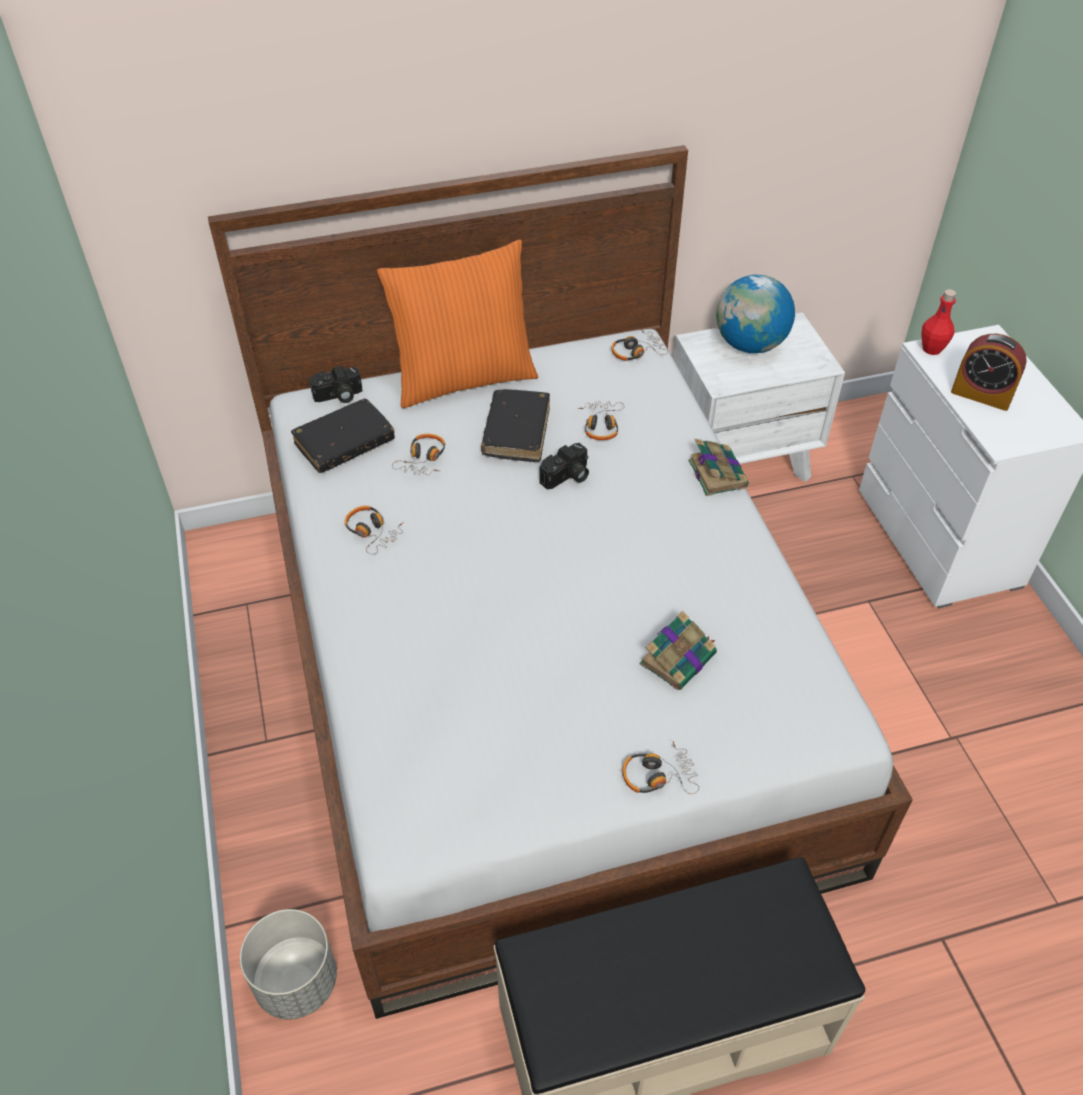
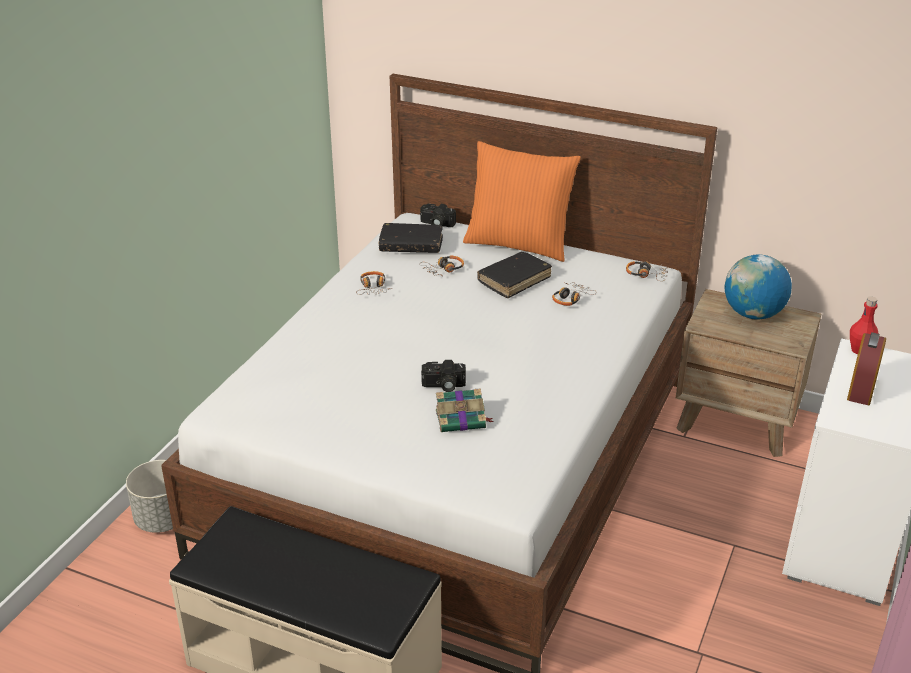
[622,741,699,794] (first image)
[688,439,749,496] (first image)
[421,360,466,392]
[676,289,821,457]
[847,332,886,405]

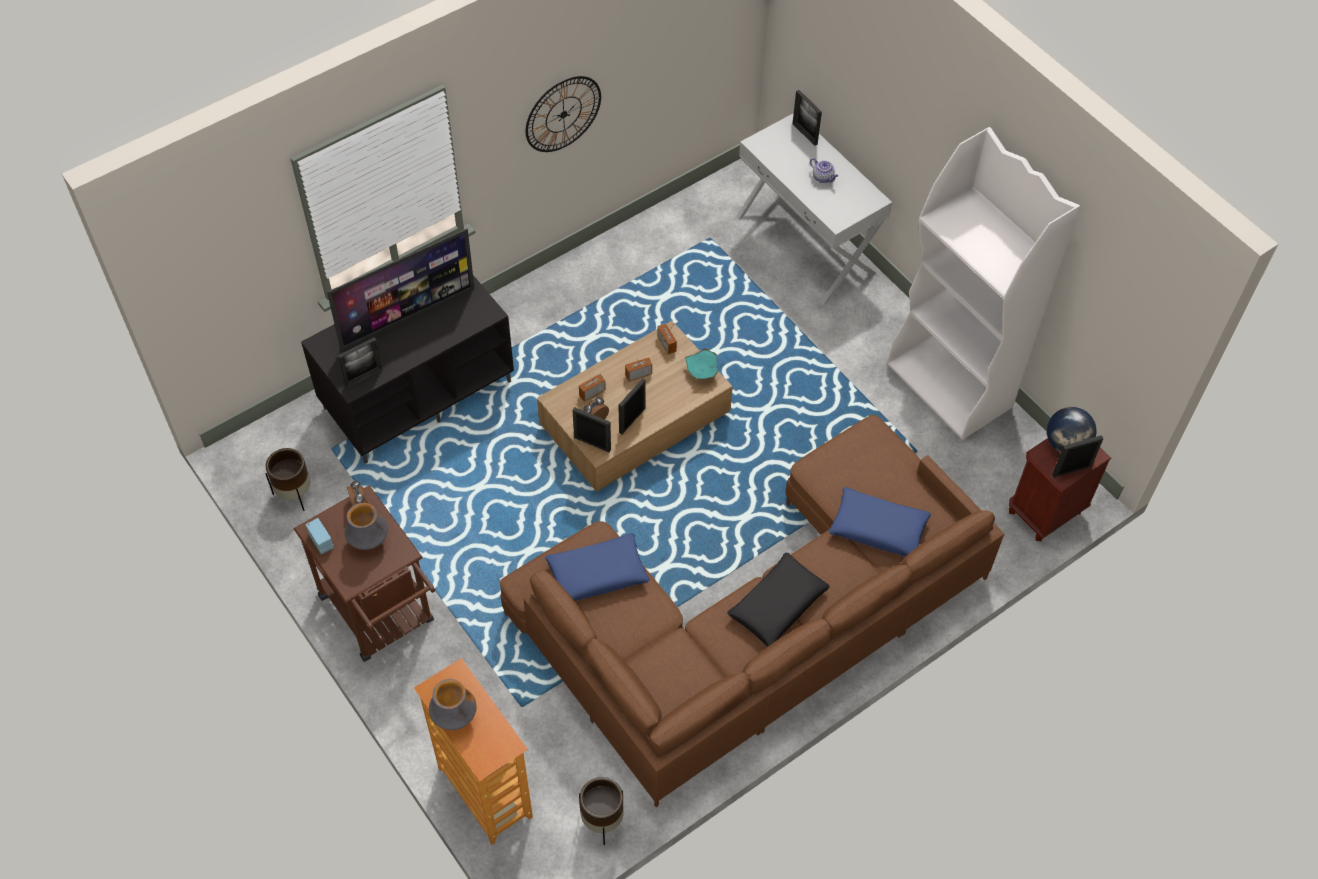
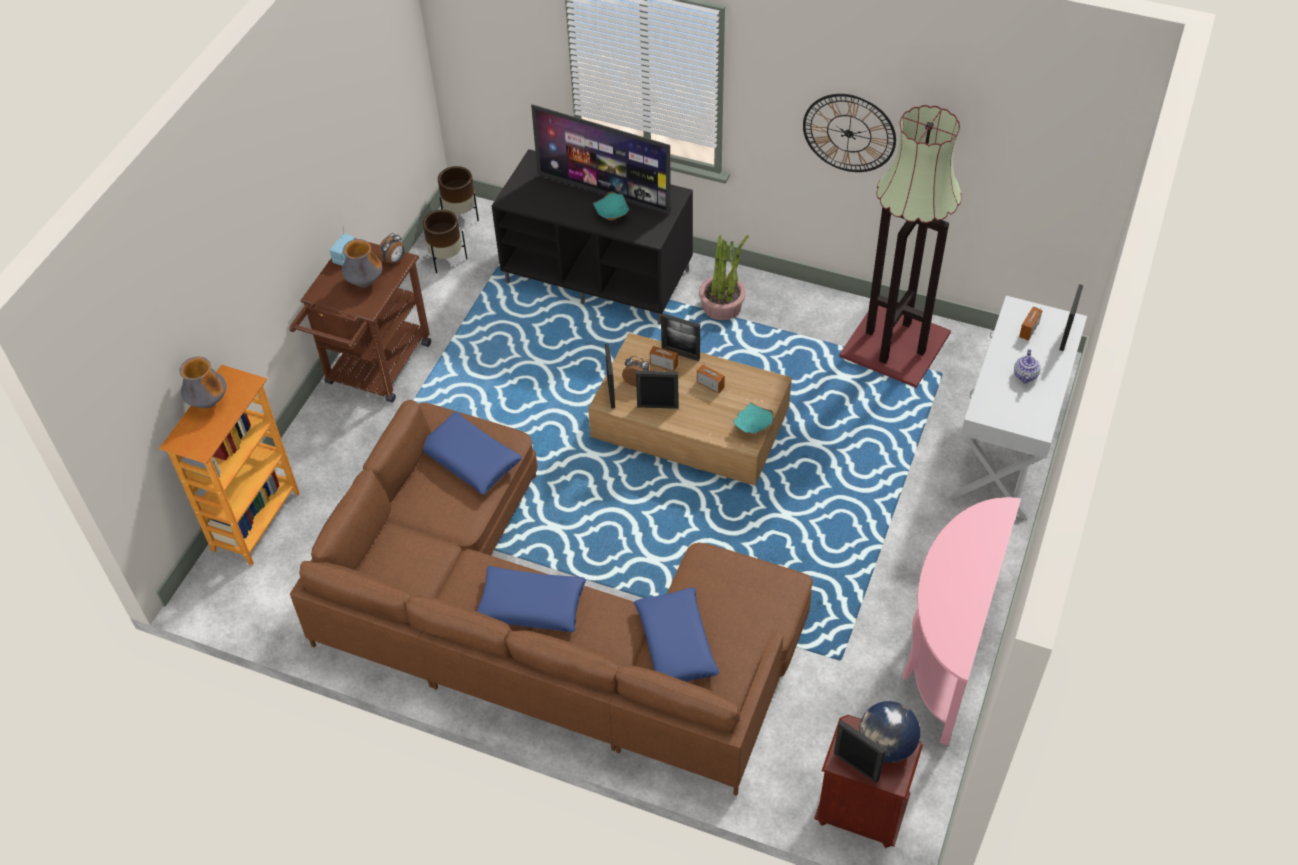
[593,192,629,220]
[699,234,749,320]
[839,105,962,388]
[661,313,700,361]
[438,166,479,221]
[1019,306,1043,341]
[903,497,1021,745]
[477,566,586,633]

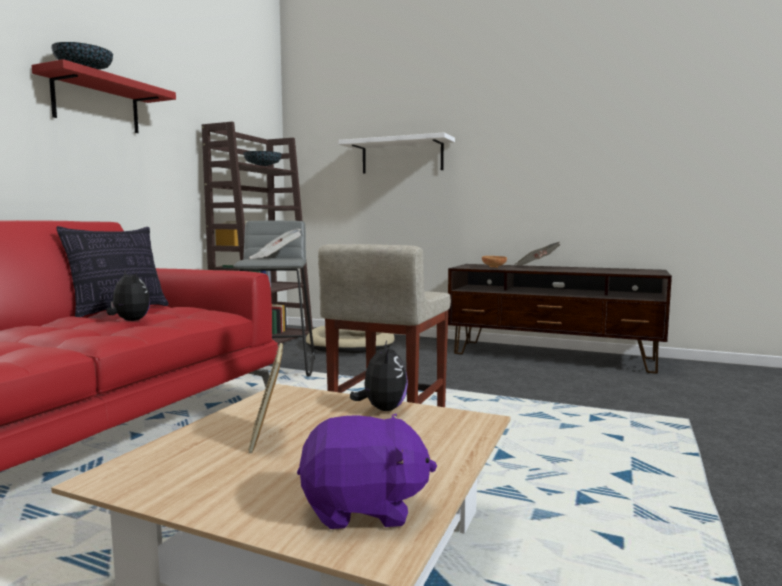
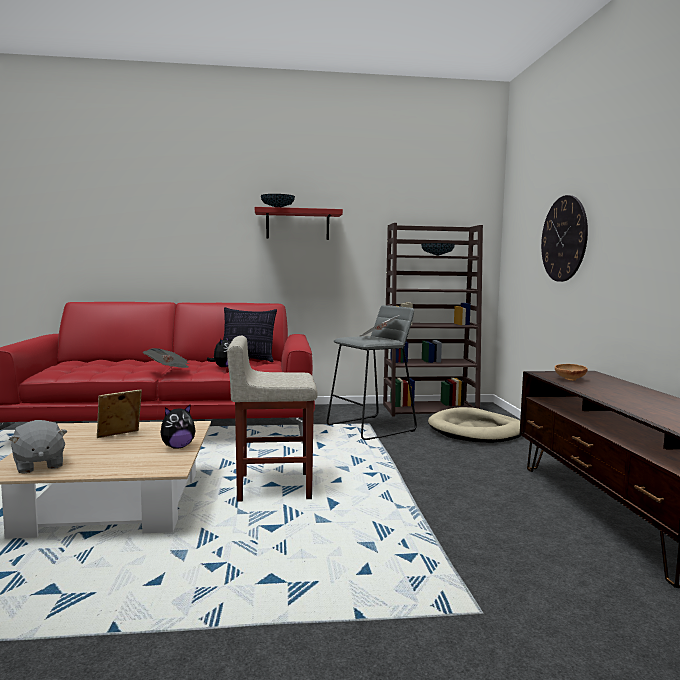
[143,348,189,368]
[541,195,588,282]
[9,420,68,473]

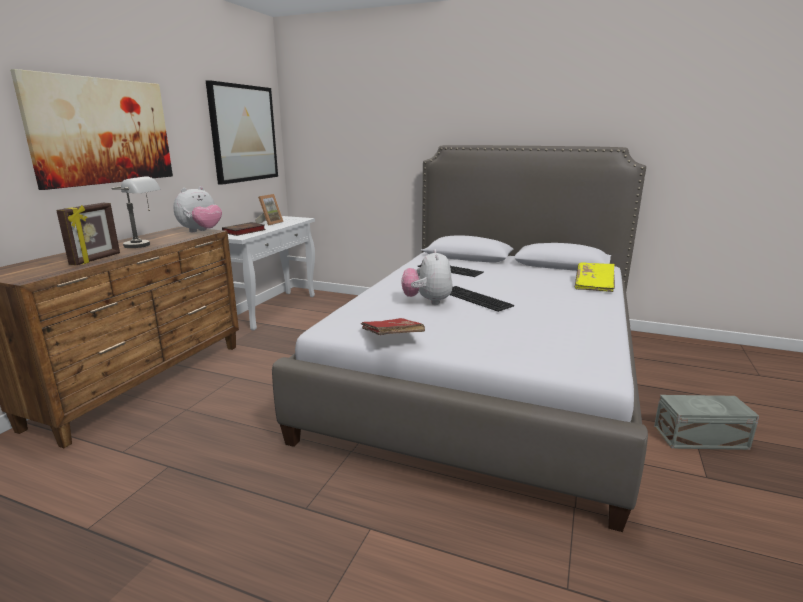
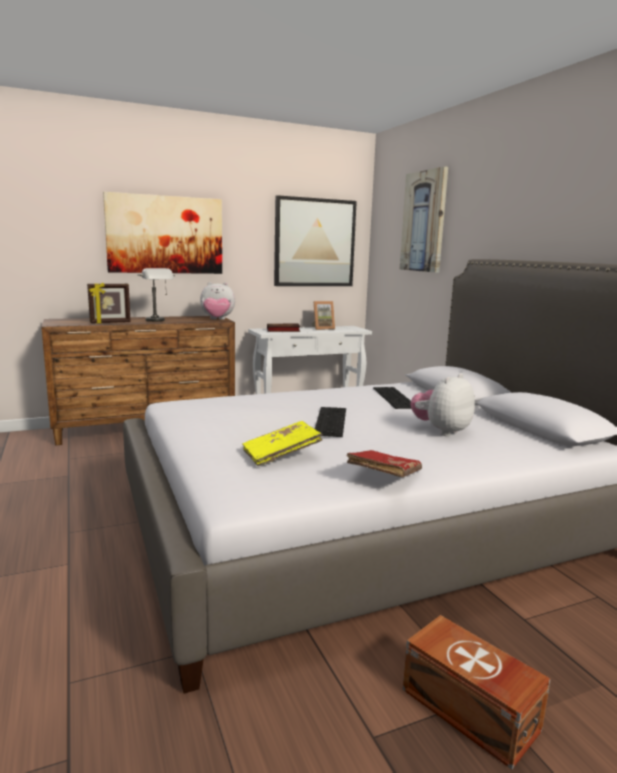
[400,166,448,273]
[347,450,422,477]
[411,373,475,436]
[242,421,323,466]
[403,615,551,769]

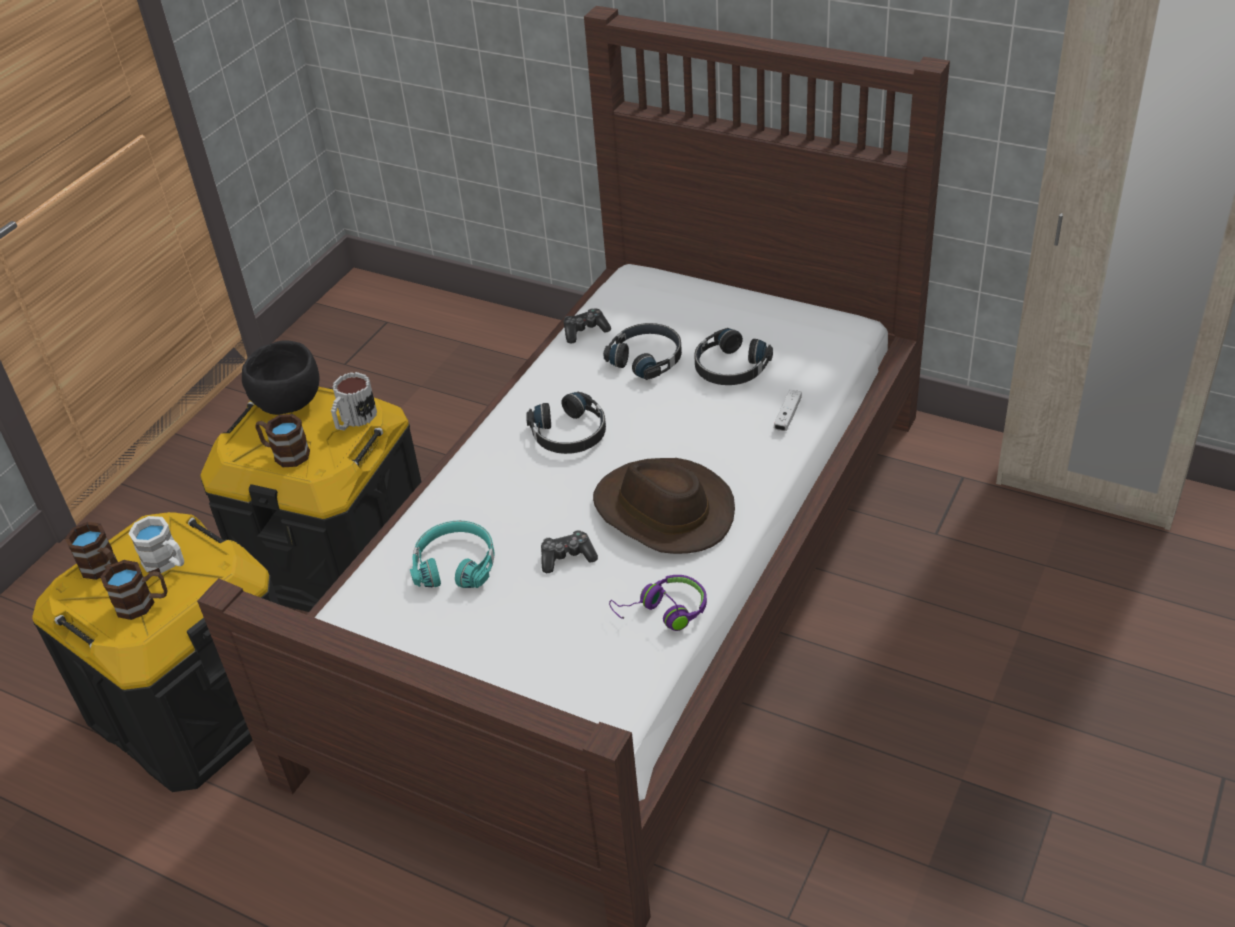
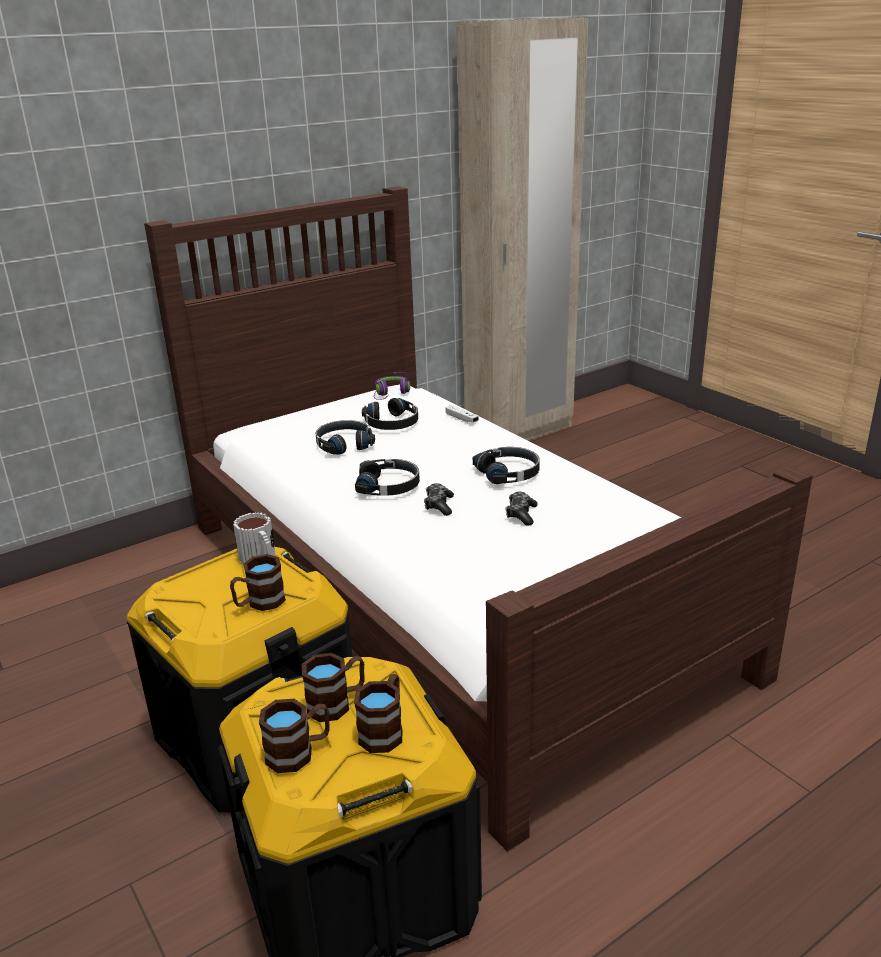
[242,340,319,415] (first image)
[410,520,495,588] (first image)
[424,483,454,516]
[374,372,410,400]
[473,447,540,484]
[302,653,364,722]

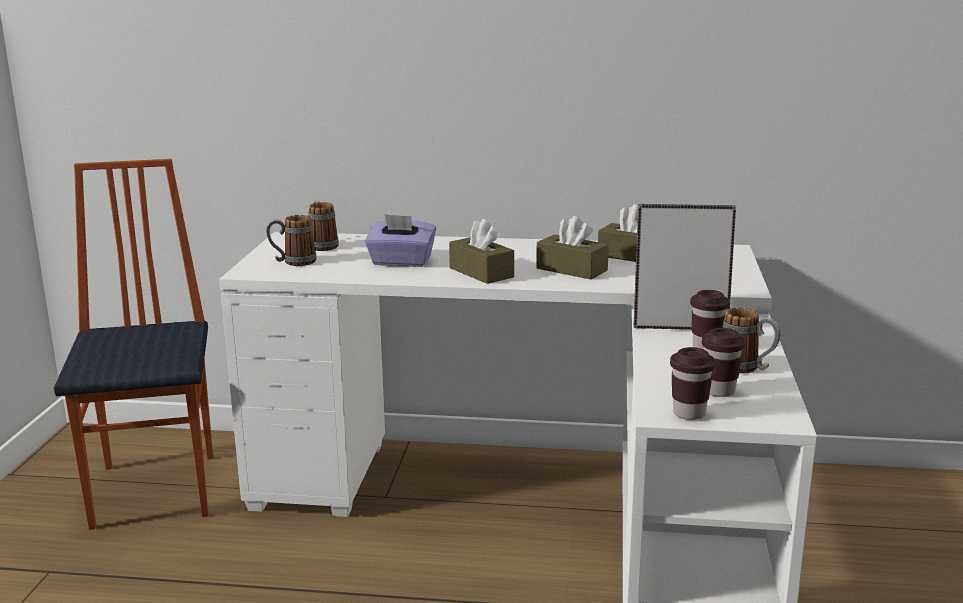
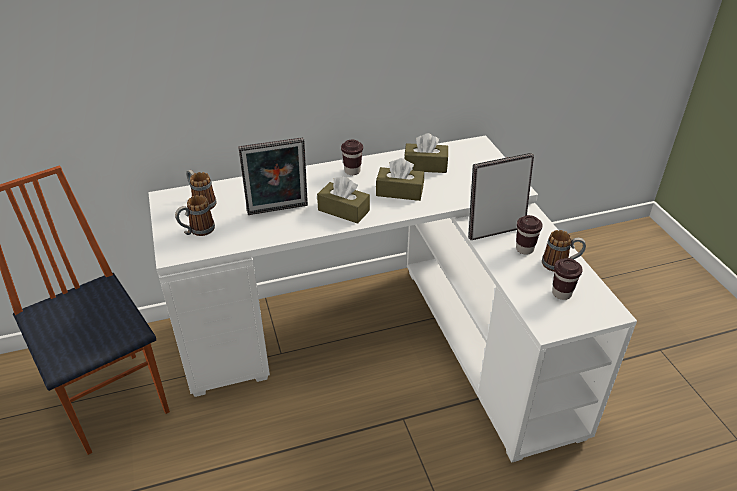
[341,140,363,175]
[238,137,308,215]

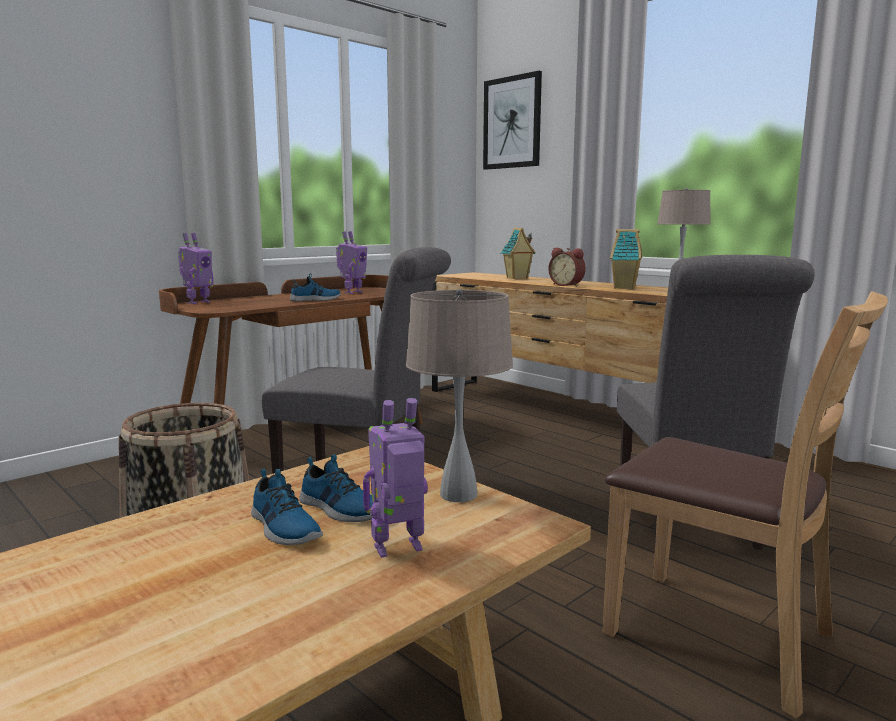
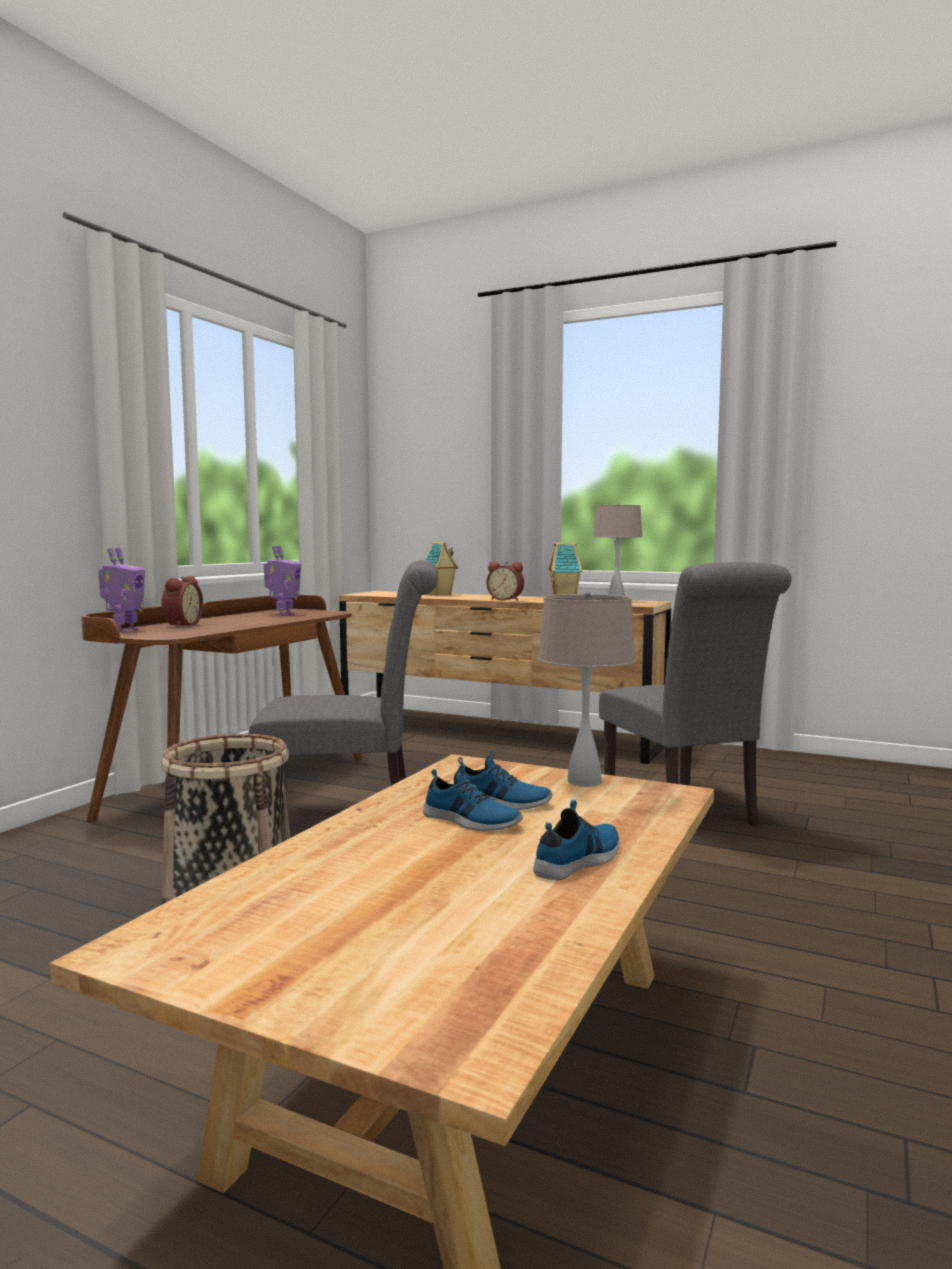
[363,398,428,558] (first image)
[483,71,542,170] (first image)
[603,291,888,719] (first image)
[161,576,203,627]
[533,800,620,880]

